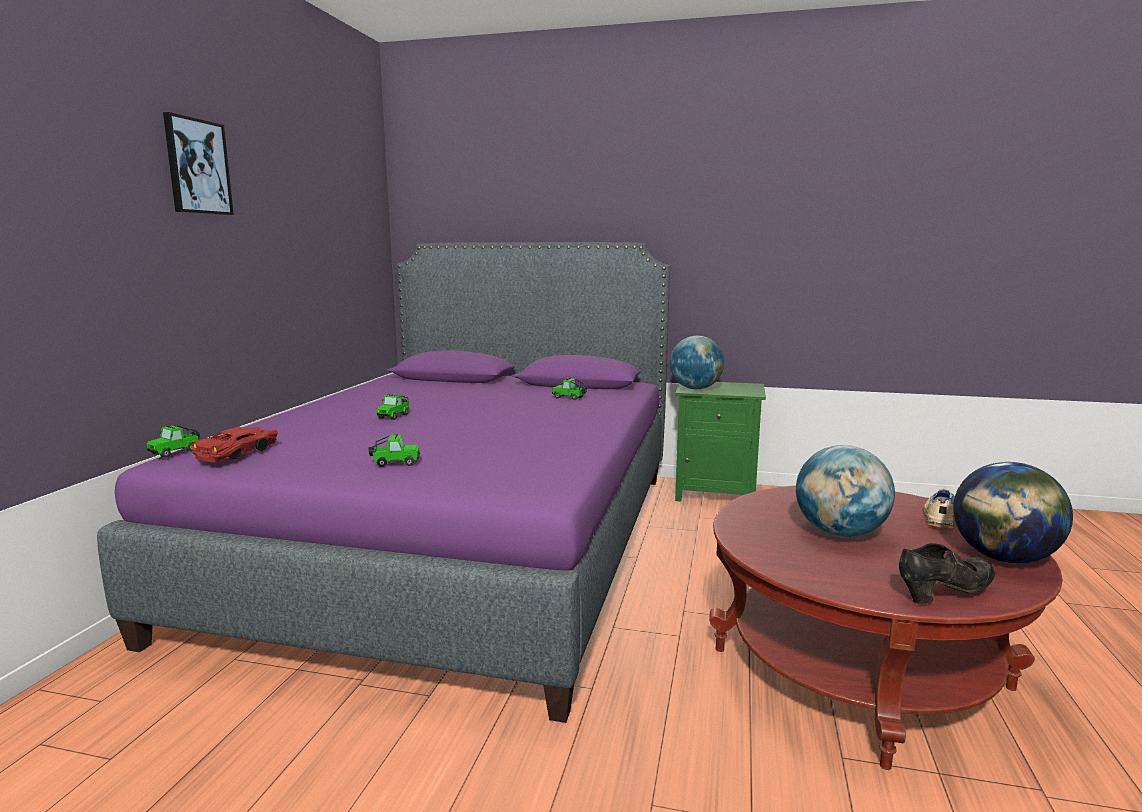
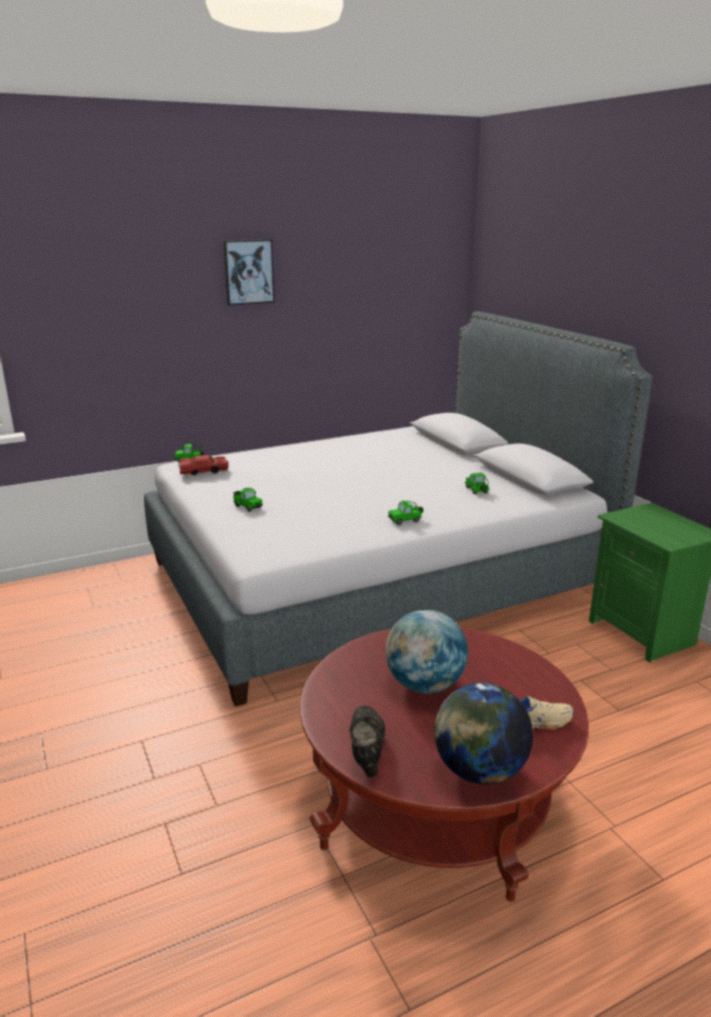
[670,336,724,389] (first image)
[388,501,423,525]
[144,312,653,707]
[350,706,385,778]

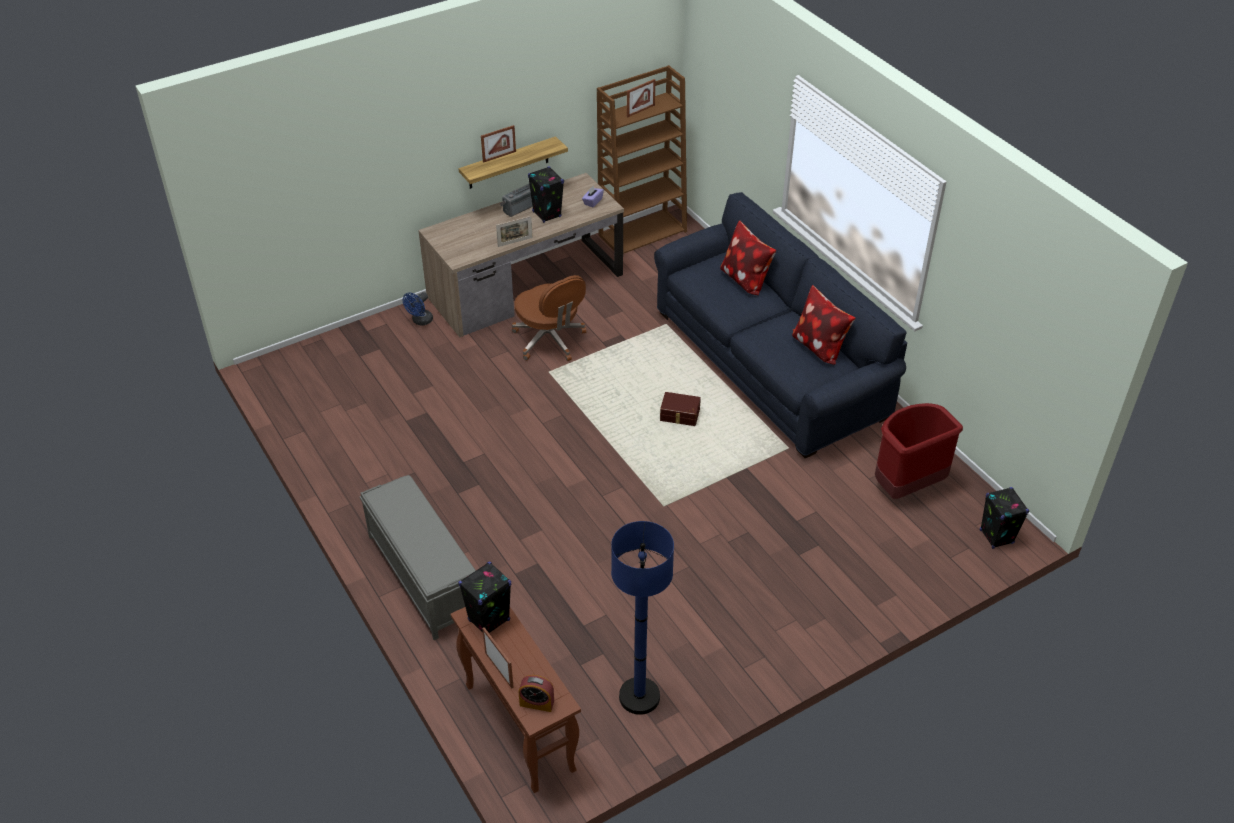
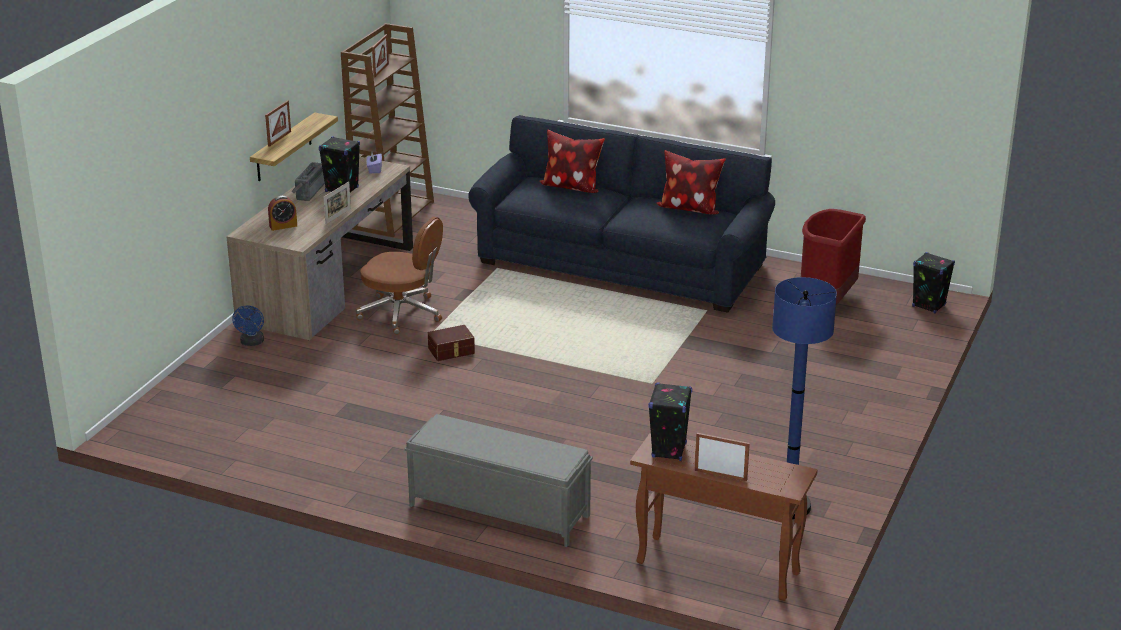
[268,196,297,231]
[428,325,475,361]

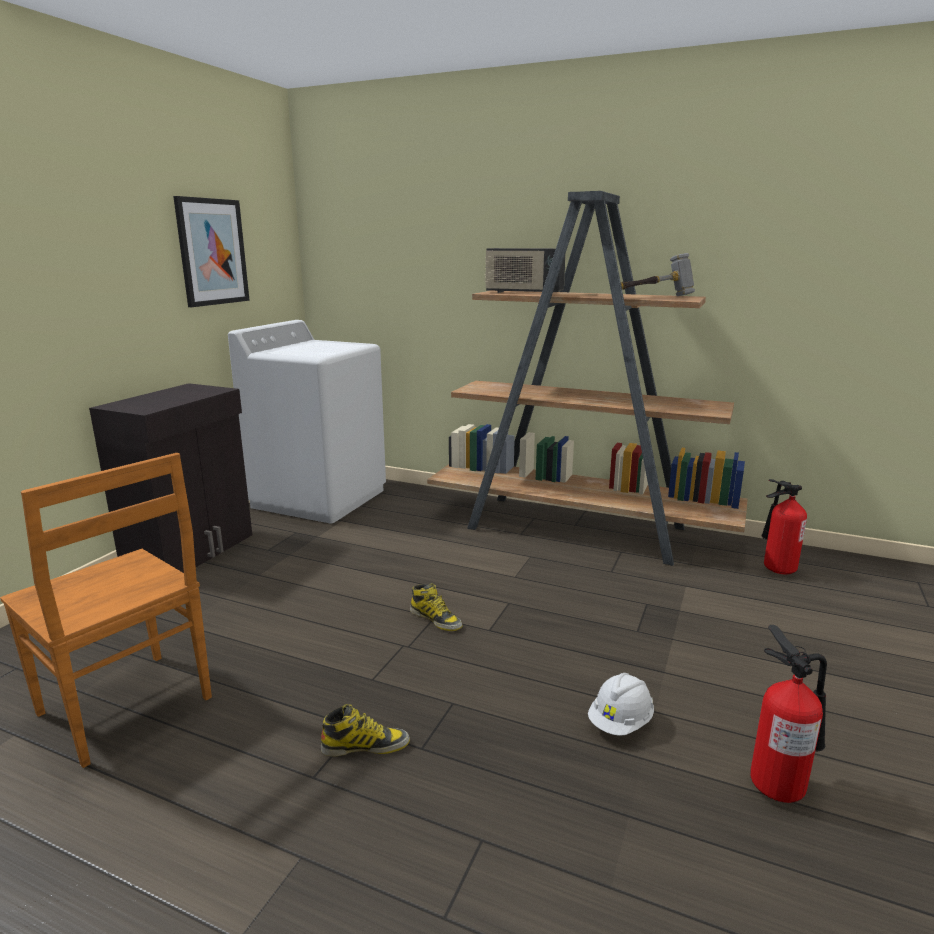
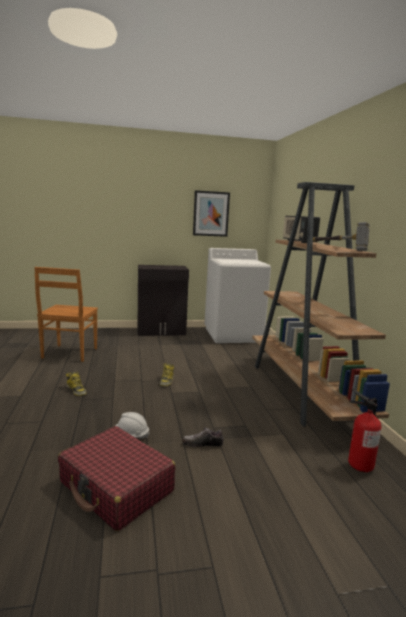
[182,428,224,447]
[58,426,175,531]

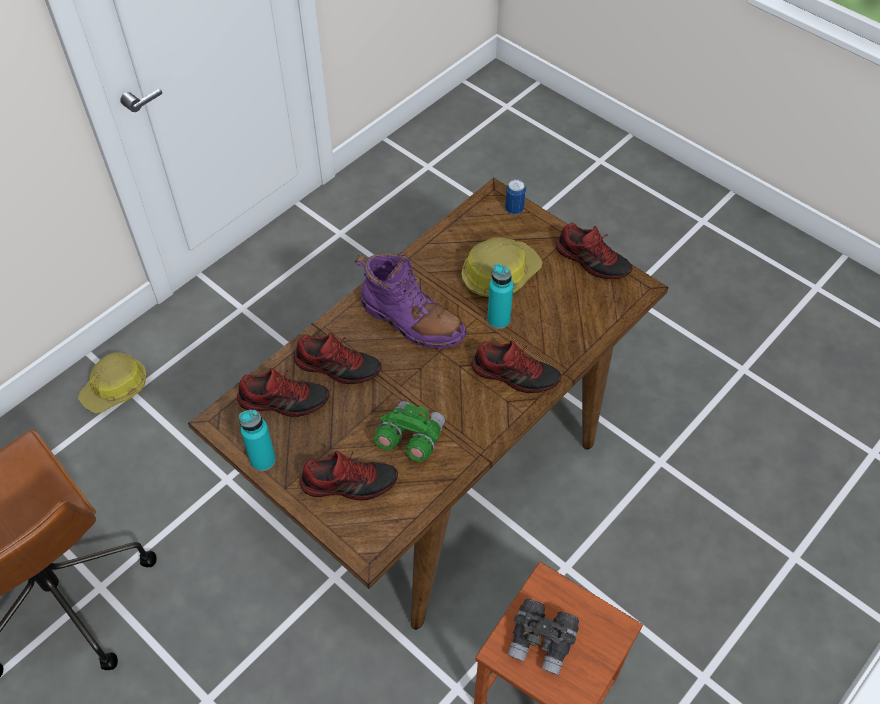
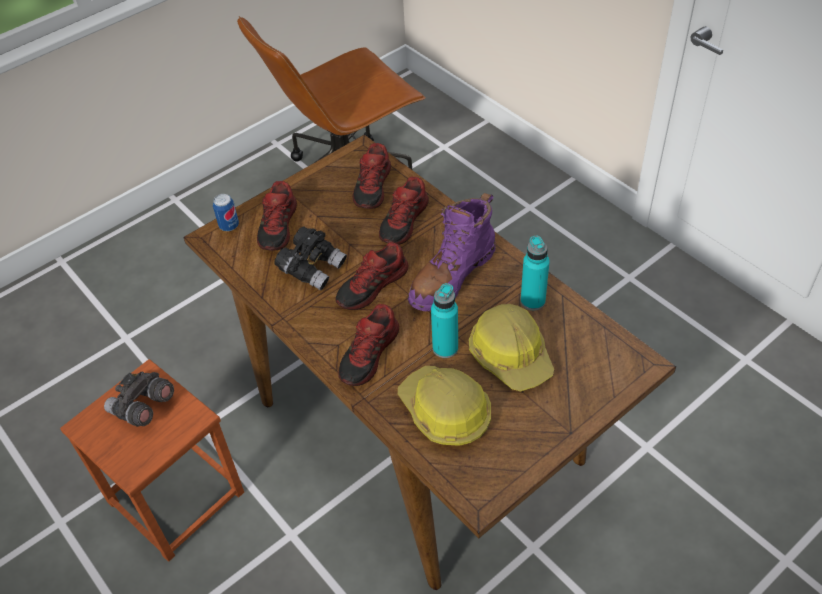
[398,366,491,446]
[521,236,550,310]
[213,194,239,231]
[336,242,409,310]
[275,227,347,290]

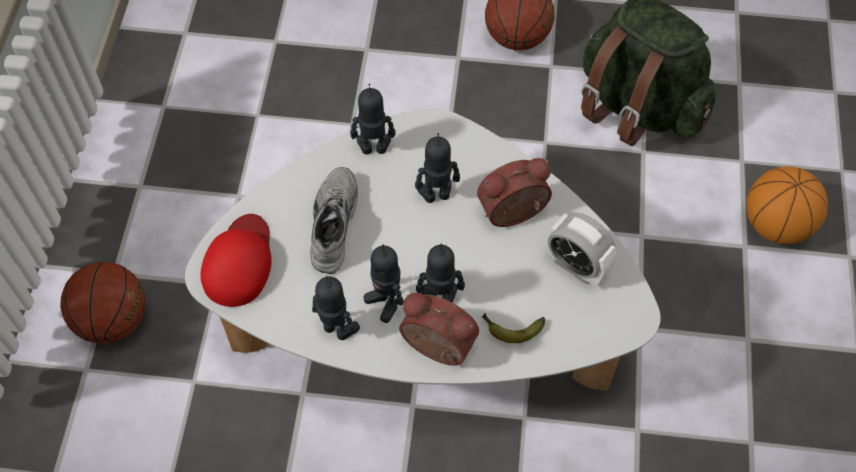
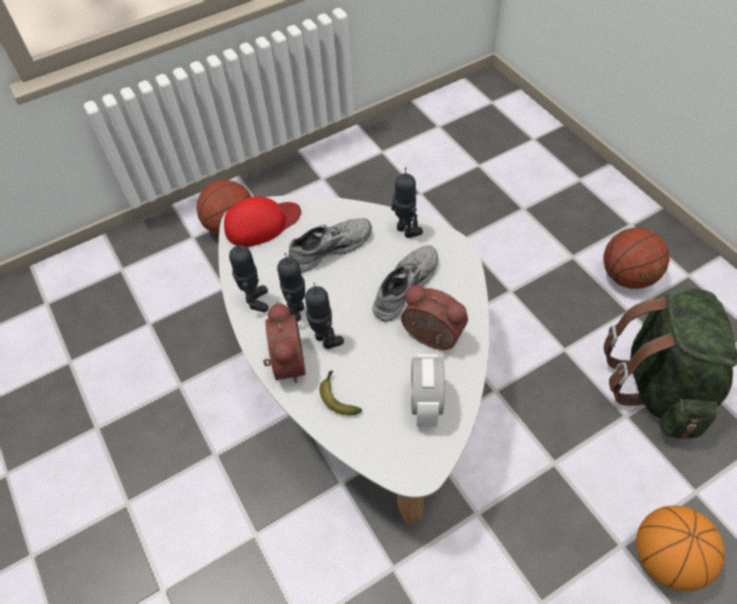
[372,245,438,322]

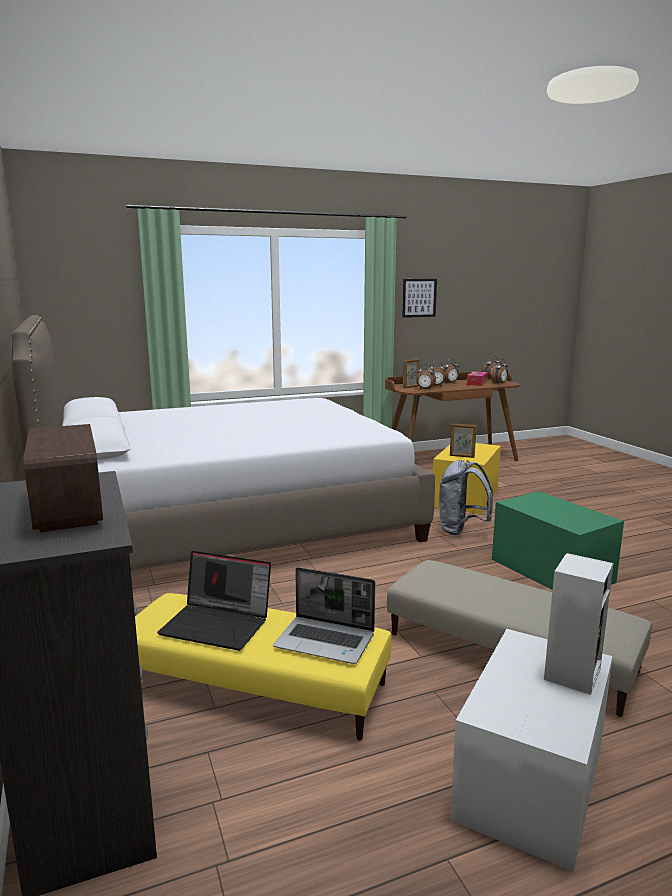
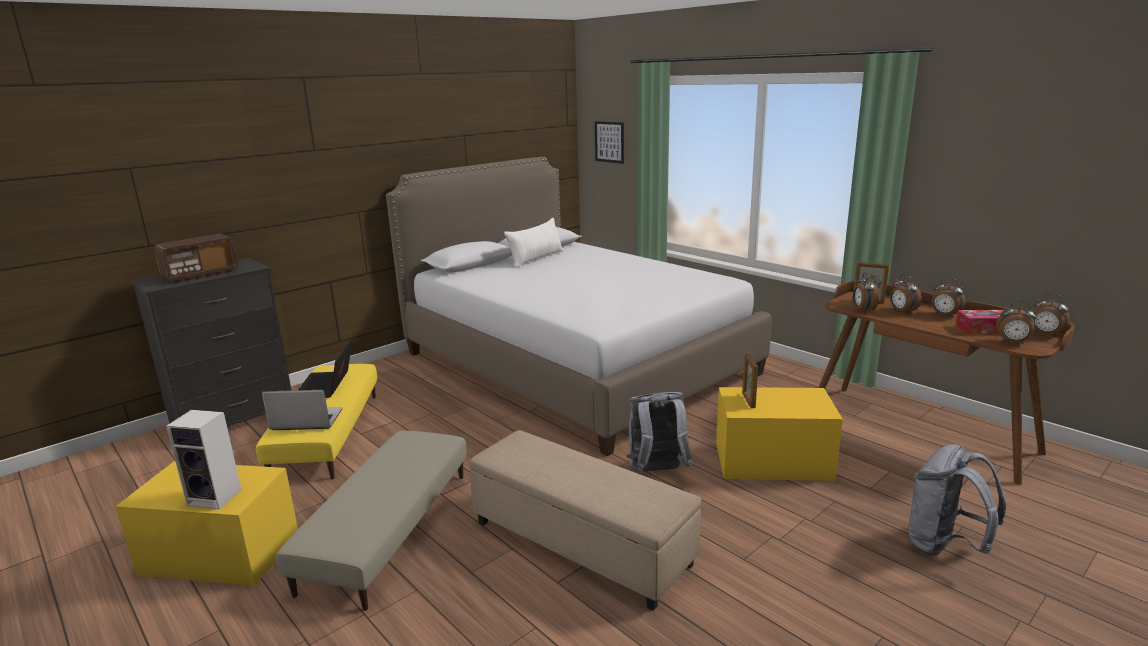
[504,218,564,268]
[908,444,1006,556]
[595,121,624,164]
[469,430,701,611]
[115,461,298,586]
[262,390,343,430]

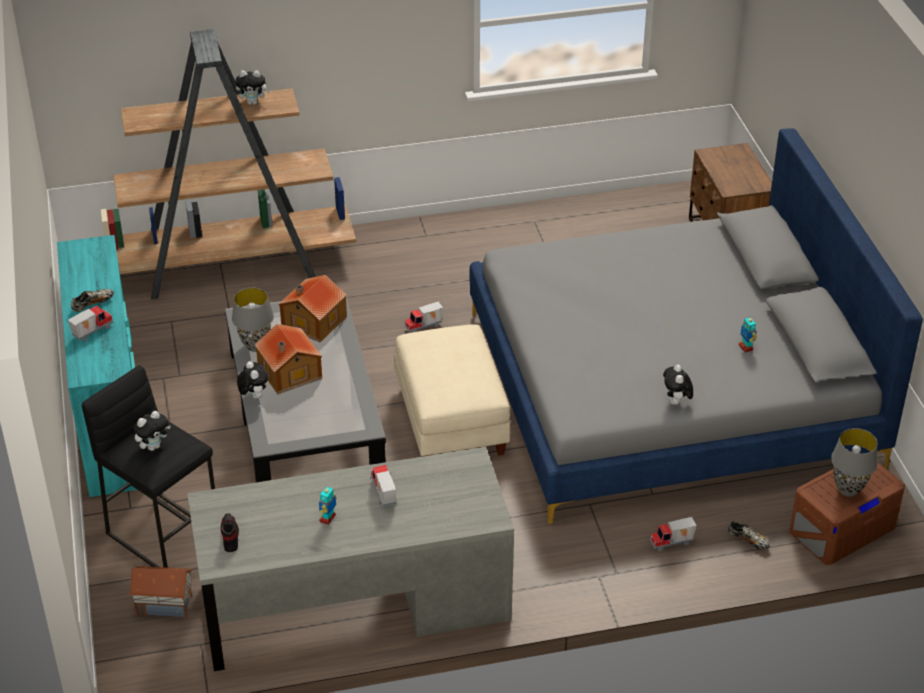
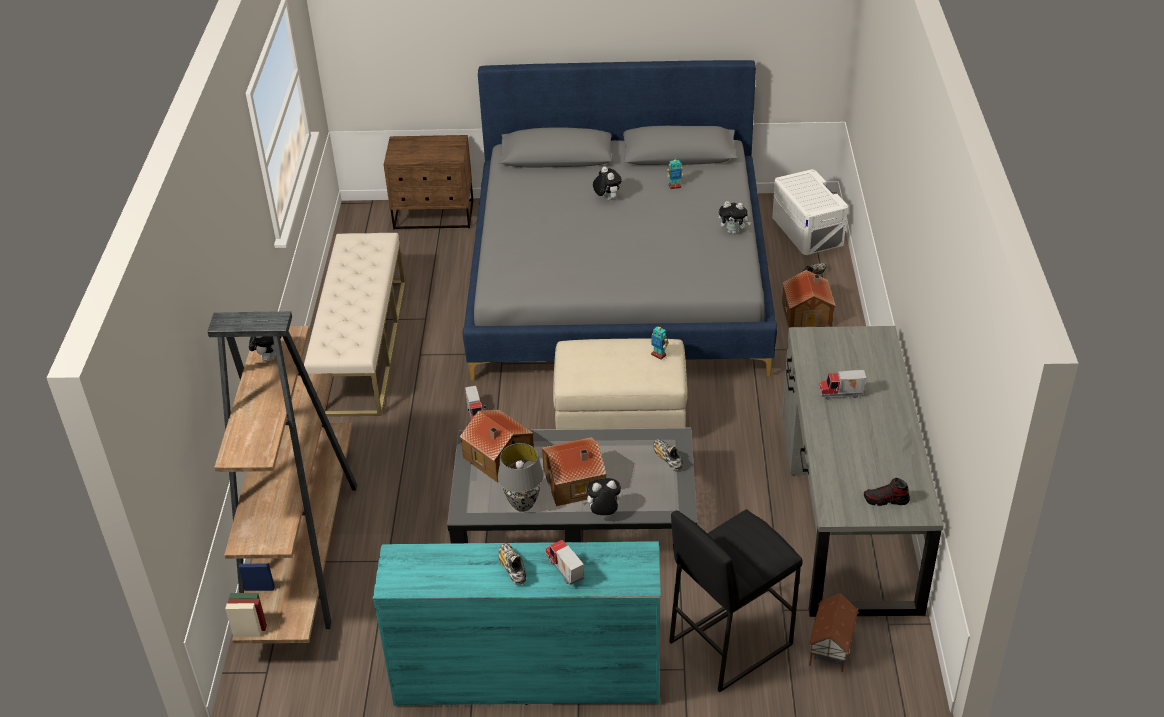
[831,428,878,497] (first image)
[304,233,405,417]
[653,439,683,471]
[593,166,622,200]
[650,326,669,360]
[782,270,836,327]
[772,169,848,255]

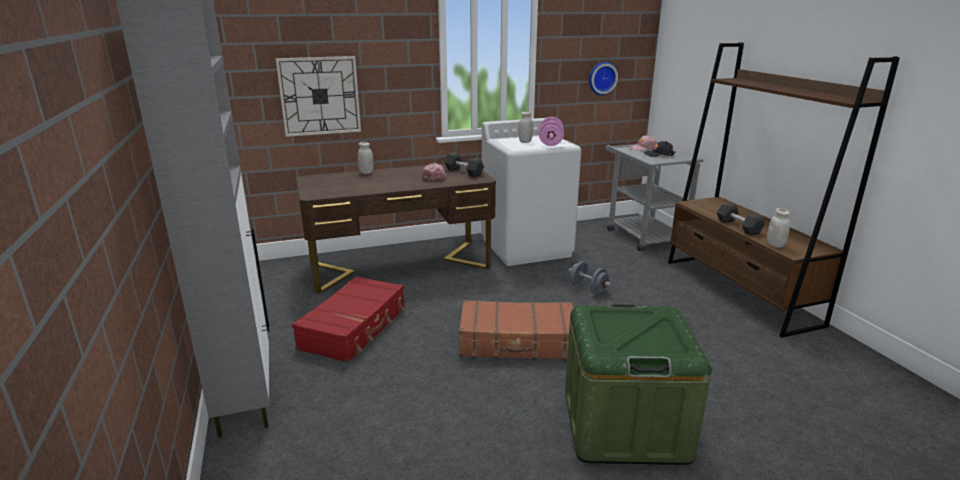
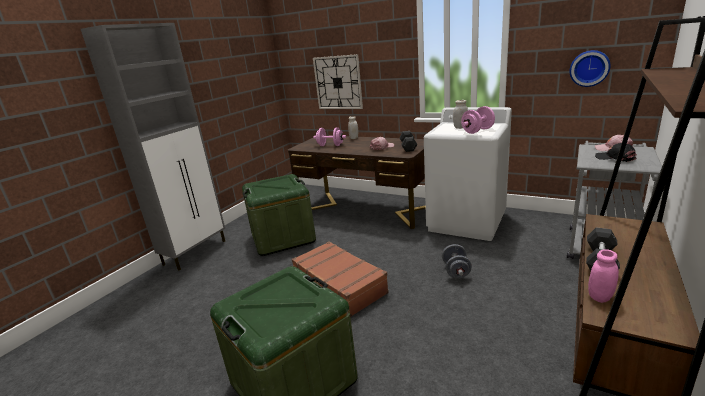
[313,127,346,146]
[242,174,316,256]
[588,249,619,303]

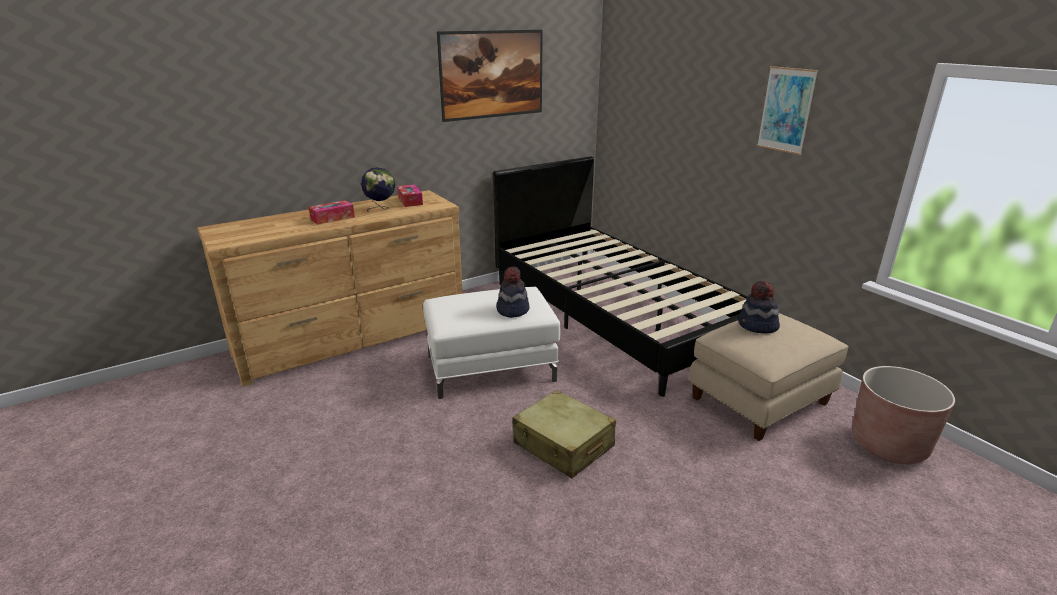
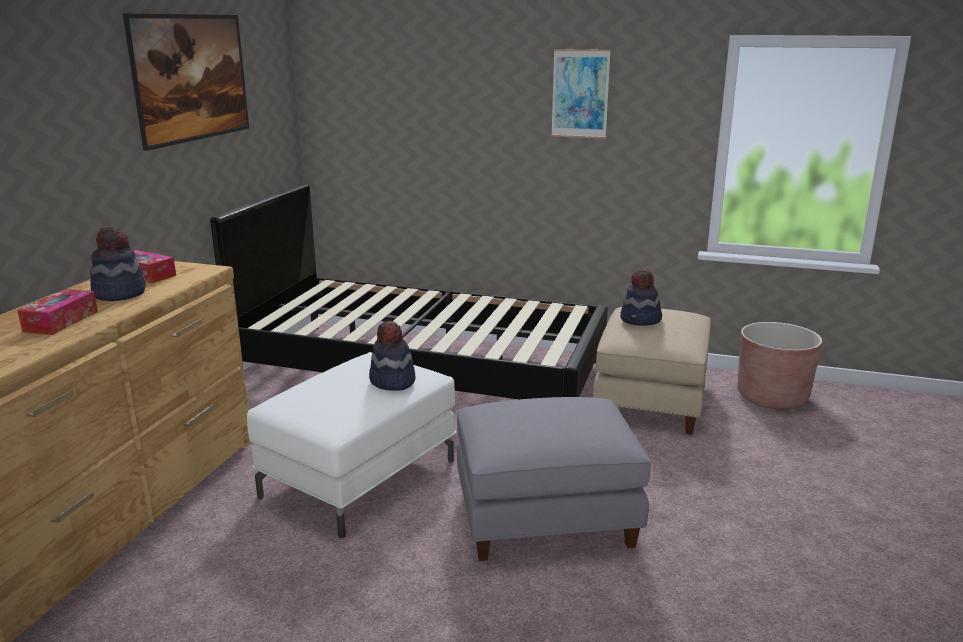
[90,226,146,301]
[457,397,651,561]

